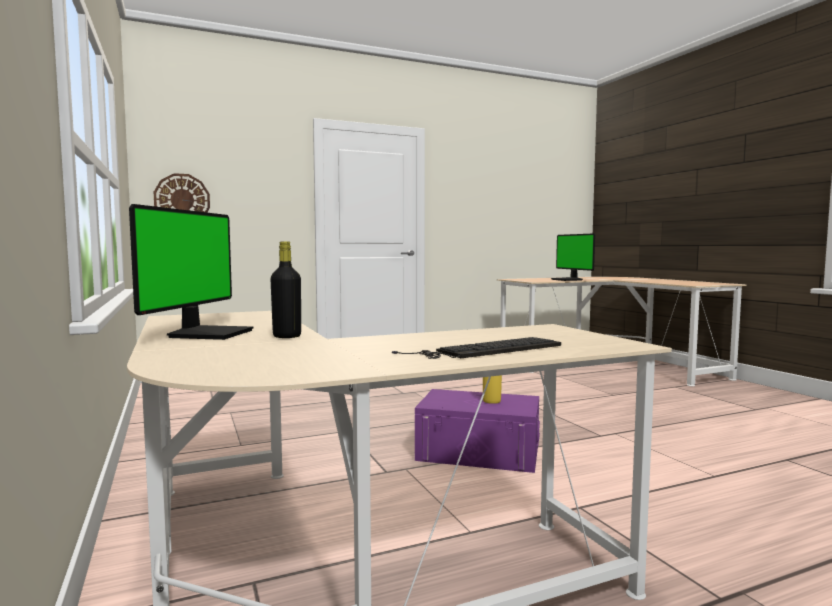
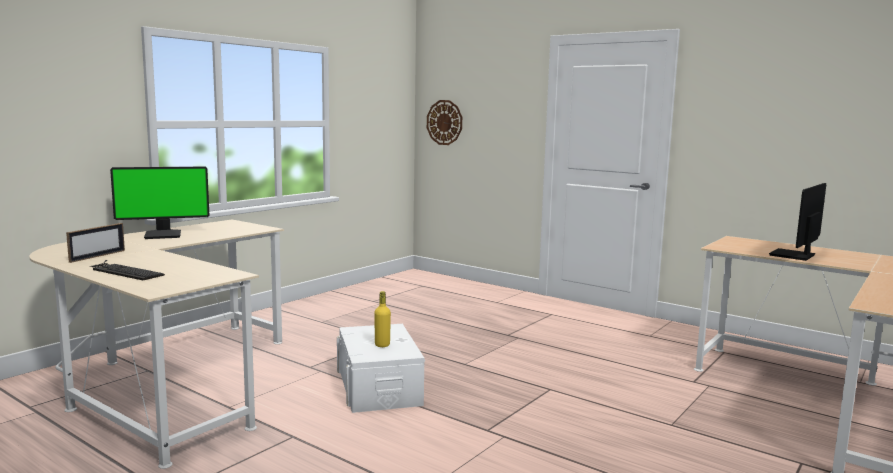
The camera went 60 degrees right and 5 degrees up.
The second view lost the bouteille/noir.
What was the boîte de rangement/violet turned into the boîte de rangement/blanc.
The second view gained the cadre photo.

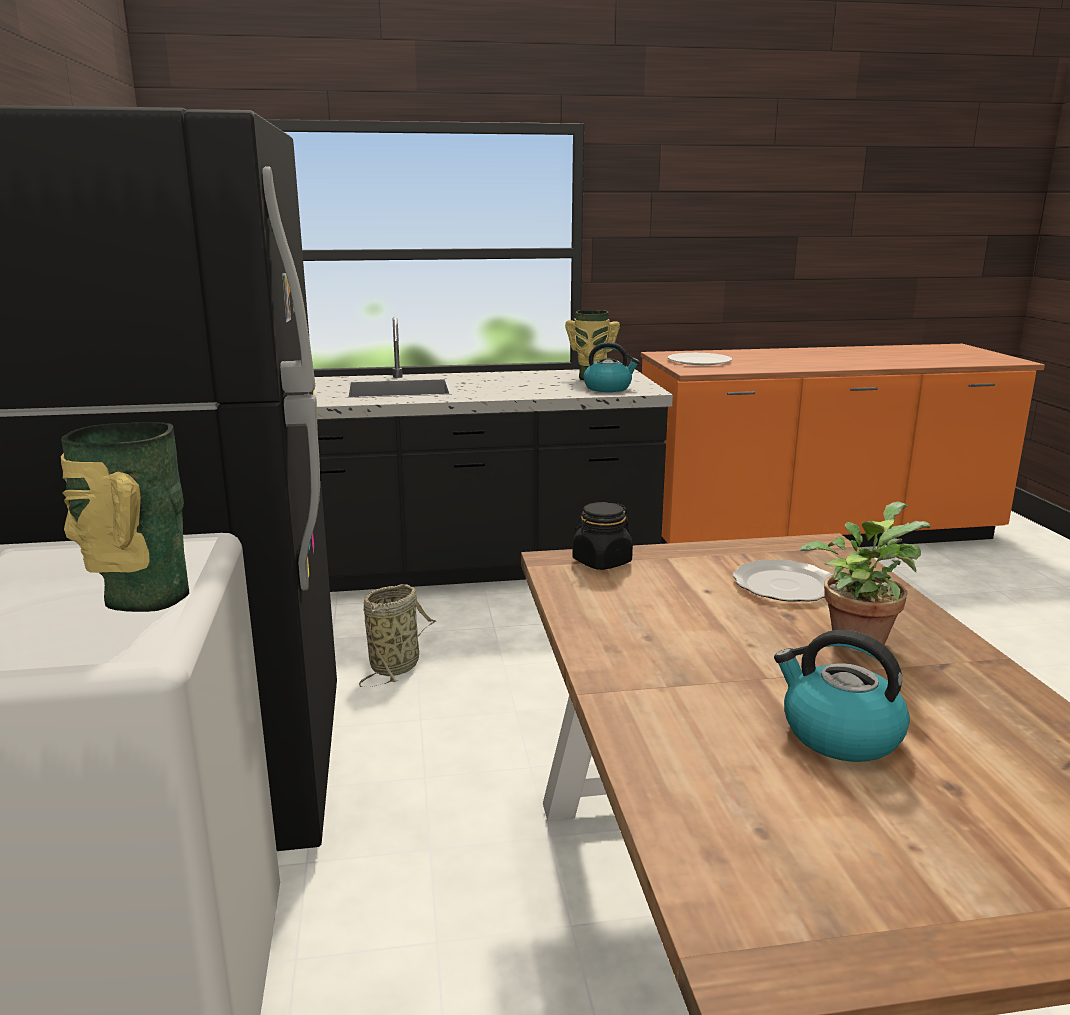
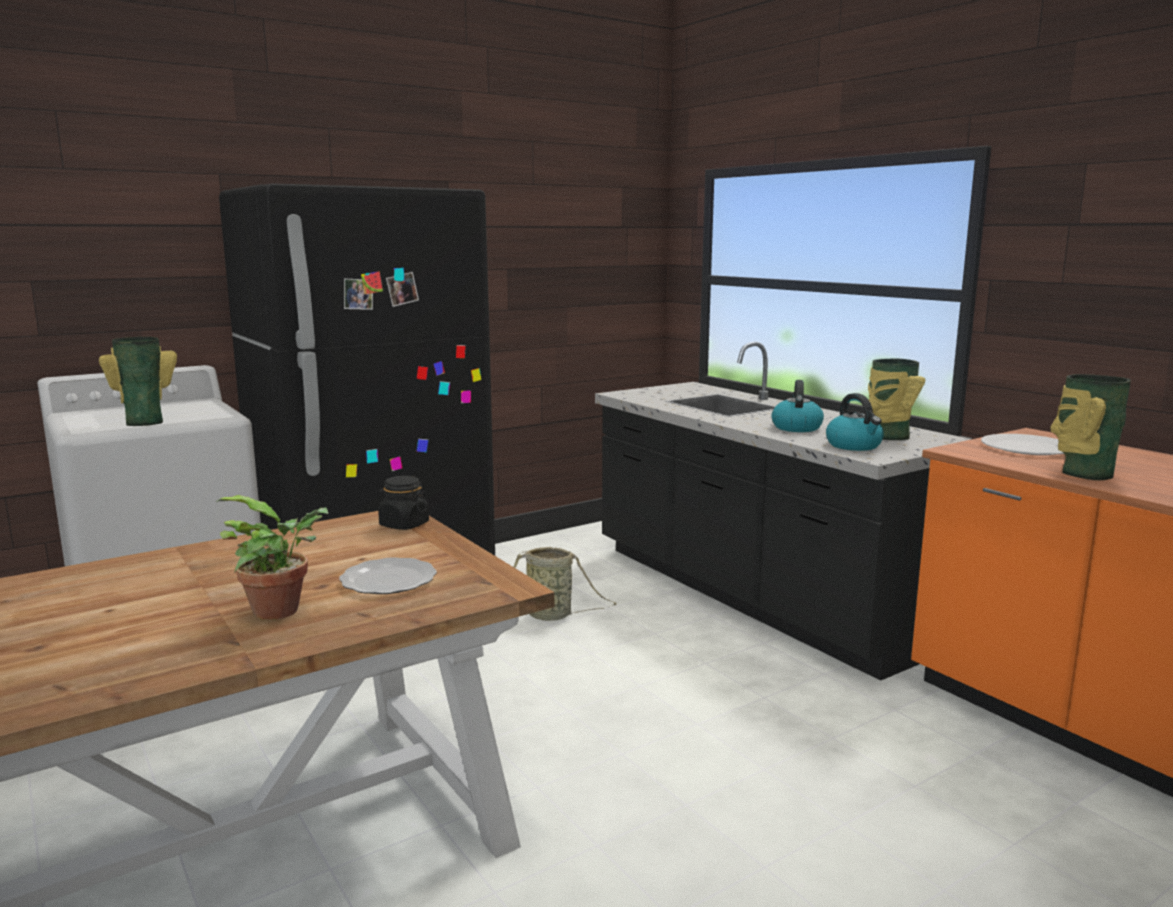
The camera went 65 degrees right and 5 degrees down.
The bouilloire (2nd from left in the first image) ended up elsewhere.
The second view gained the vase (3rd from left).

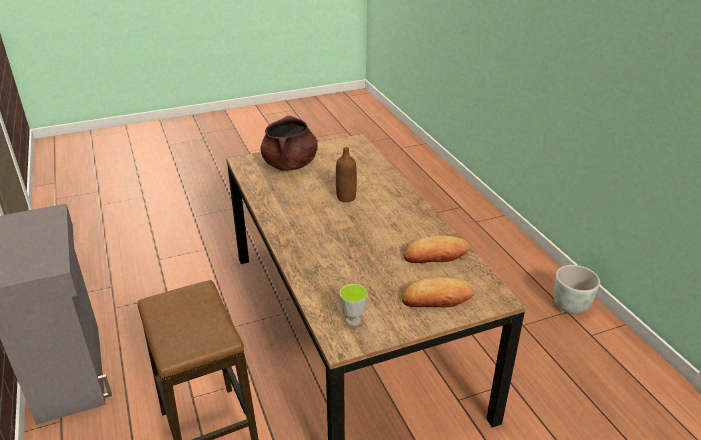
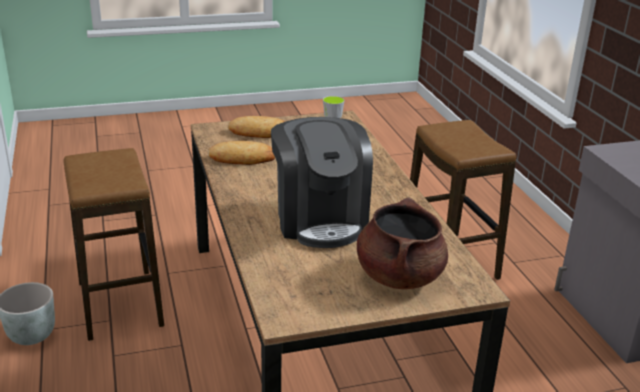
The camera went 175 degrees left and 5 degrees down.
Where the bouteille/marron stood, the machine à café came to stand.
The second view gained the tabouret (1st from left).

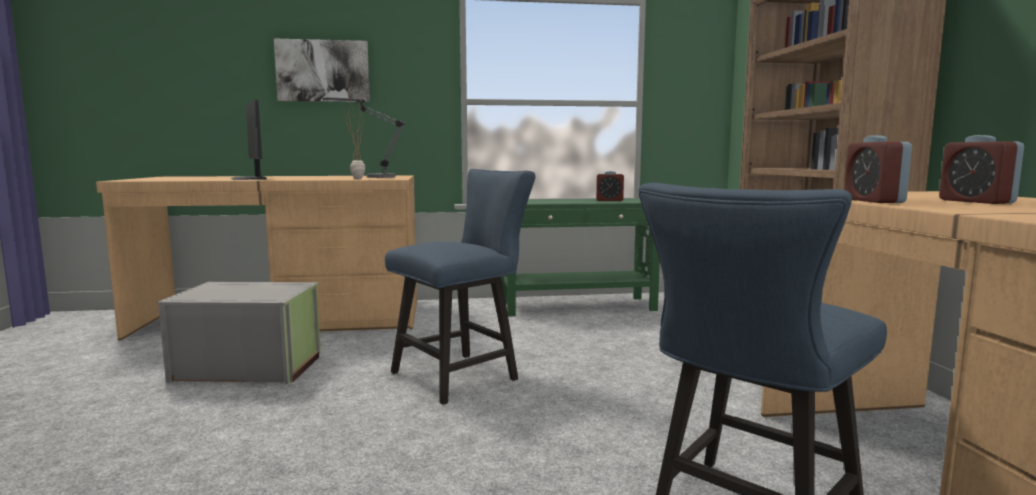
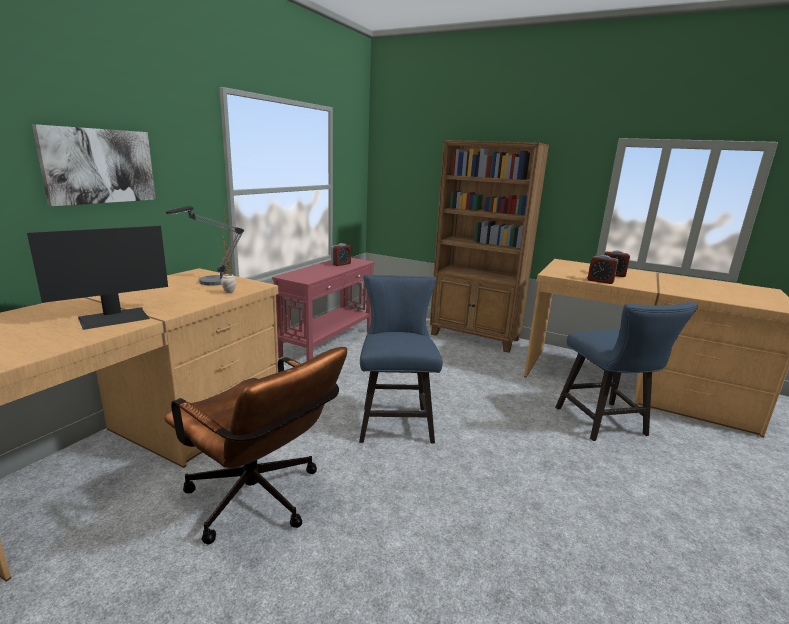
The camera went 55 degrees left and 10 degrees up.
Where the boîte de rangement/gris stood, the chaise de bureau/marron came to stand.
The écran d'ordinateur ended up facing another way, 45 degrees counterclockwise from before.
What was the table console/vert turned into the table console/rouge.

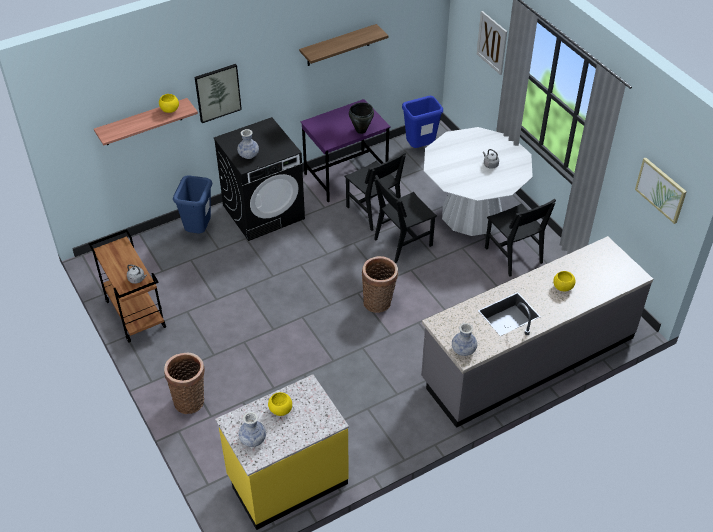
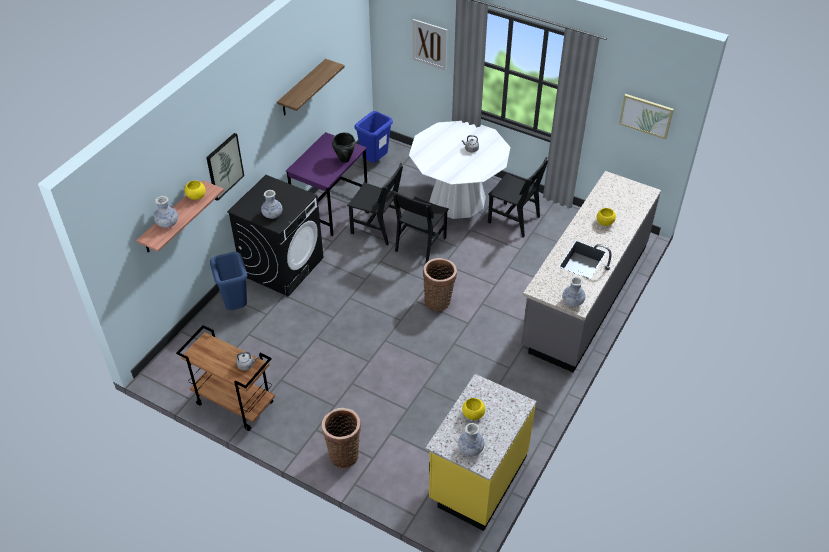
The camera went 30 degrees left and 0 degrees up.
The second view gained the vase (1st from left).

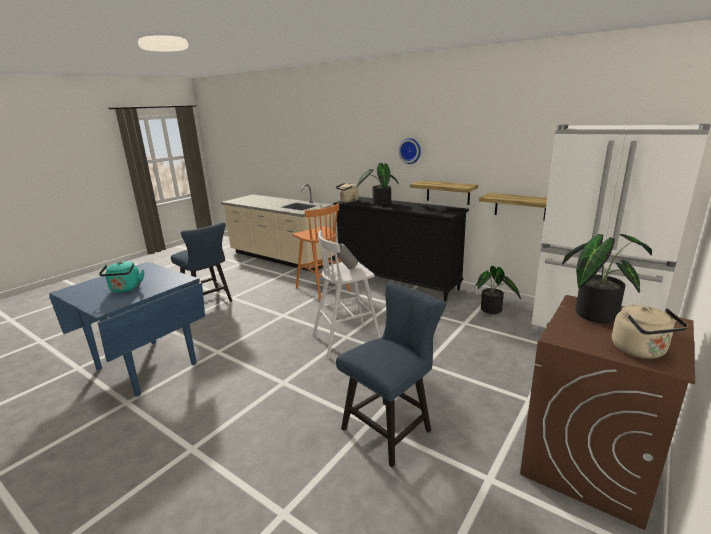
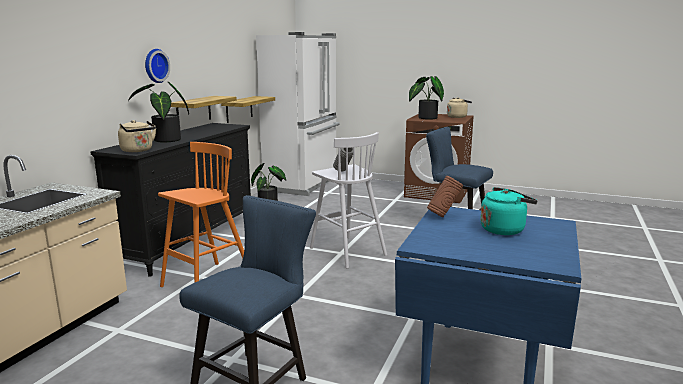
The camera went 105 degrees left and 5 degrees down.
The second view gained the vase/marron.

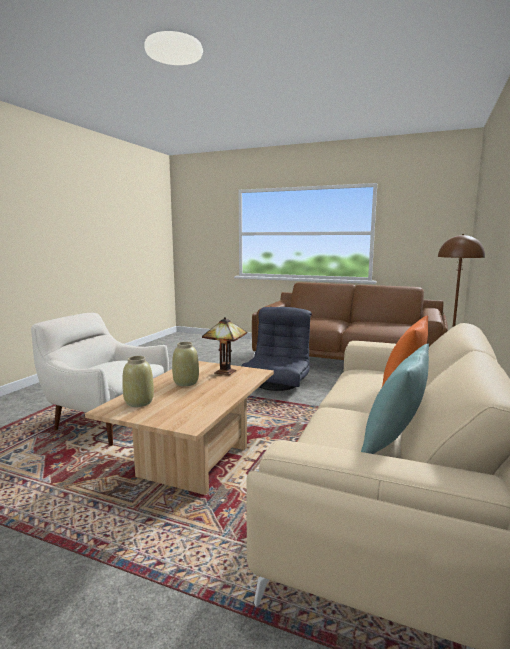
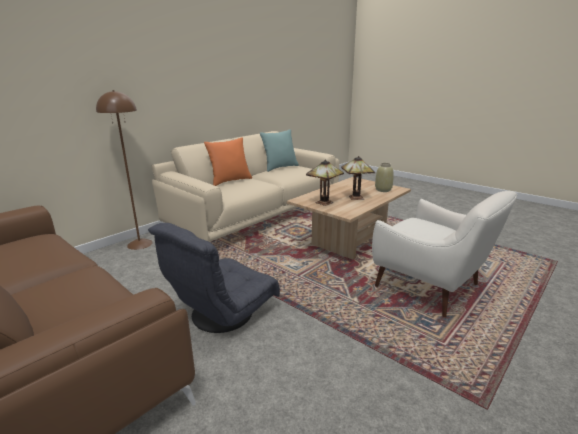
The camera went 160 degrees left and 10 degrees up.
Where the vase/beige (2nd from left) stood, the lampe de table (2nd from left) came to stand.

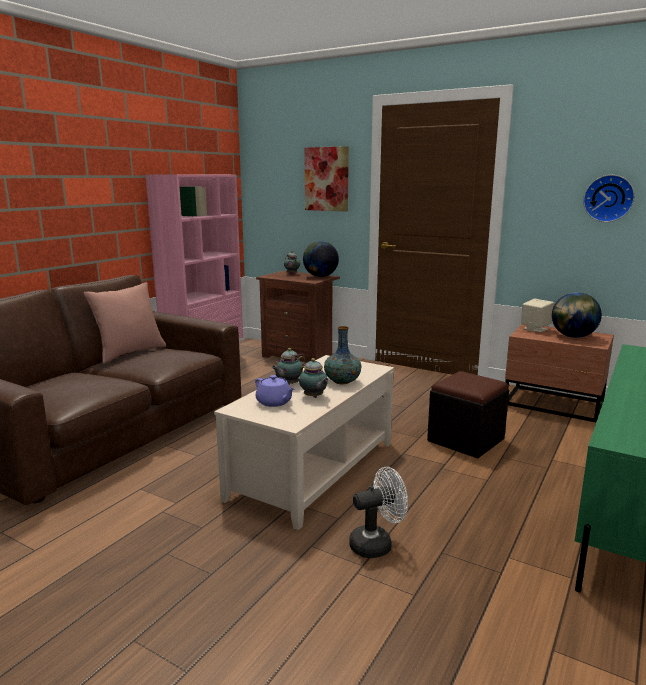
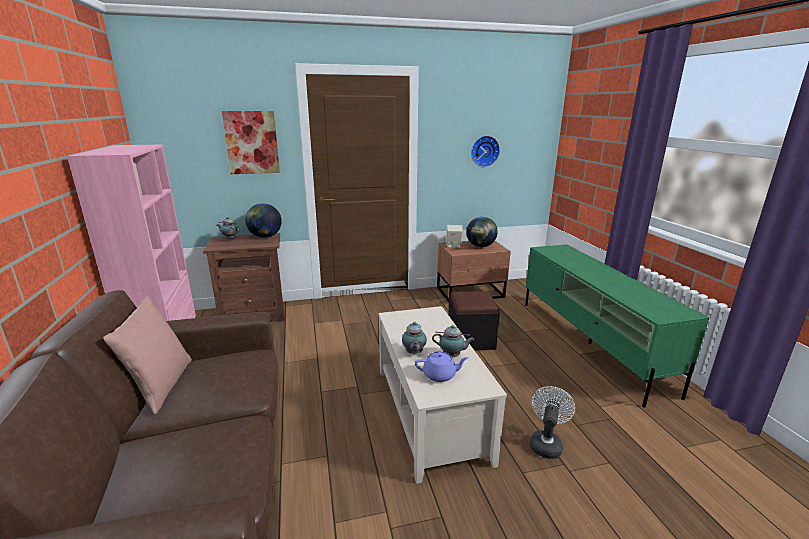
The camera went 45 degrees left and 5 degrees up.
The second view lost the vase.

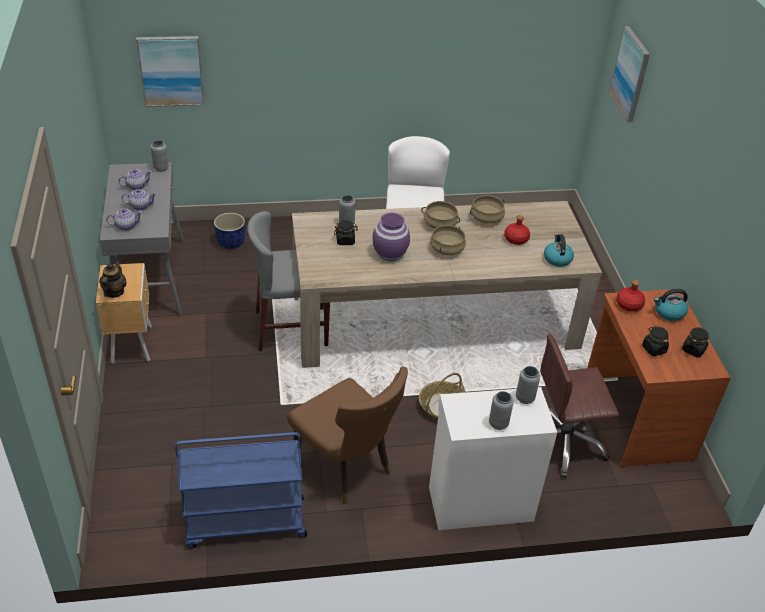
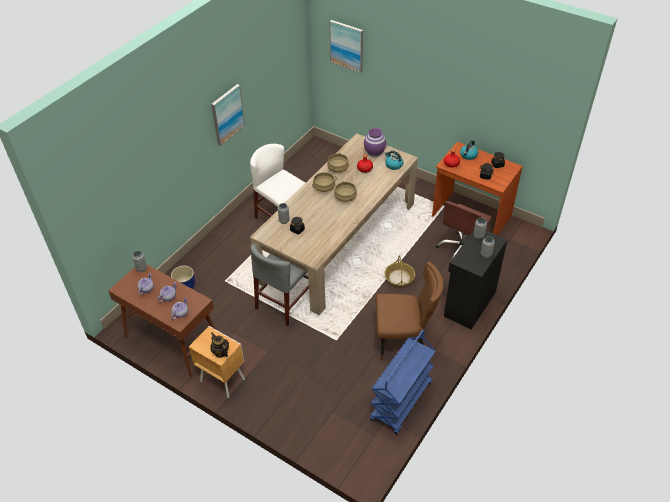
The camera went 45 degrees left and 5 degrees up.
What was the table console/gris turned into the table console/marron.
The tableau (1st from left) ended up elsewhere.
The vase/violet ended up elsewhere.
What was the meuble de rangement/blanc turned into the meuble de rangement/noir.

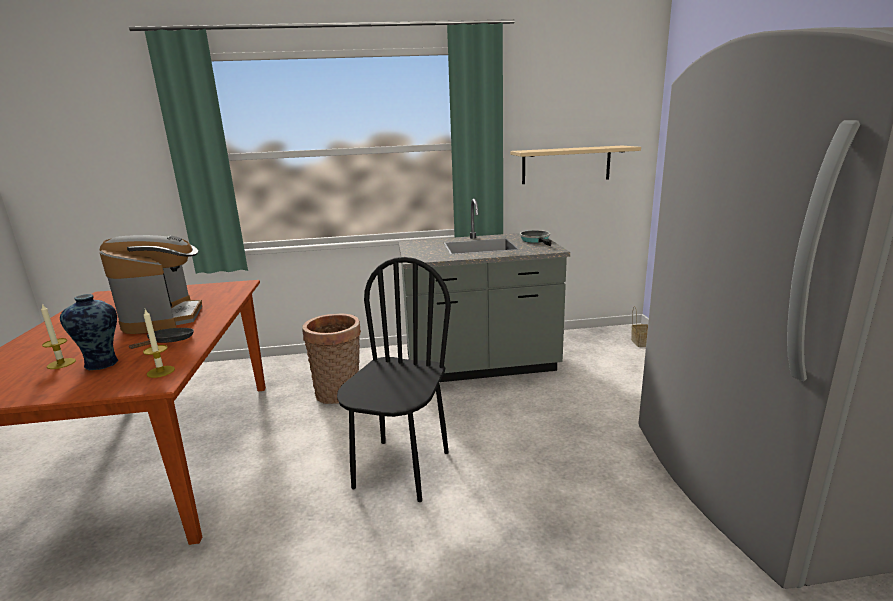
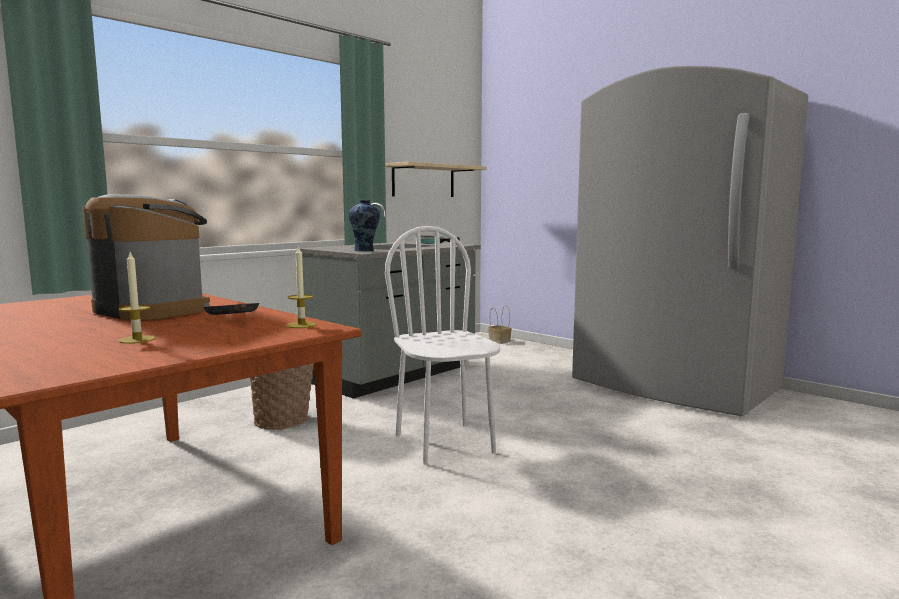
The camera went 40 degrees left and 10 degrees down.
The vase ended up elsewhere.
What was the chaise/noir turned into the chaise/blanc.

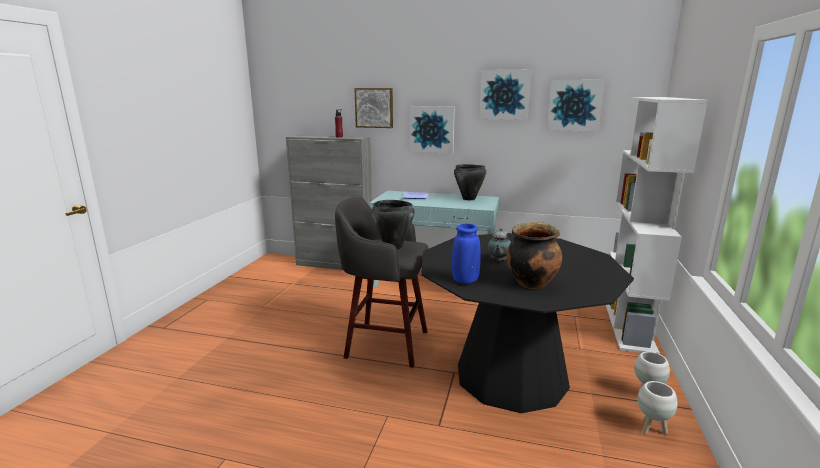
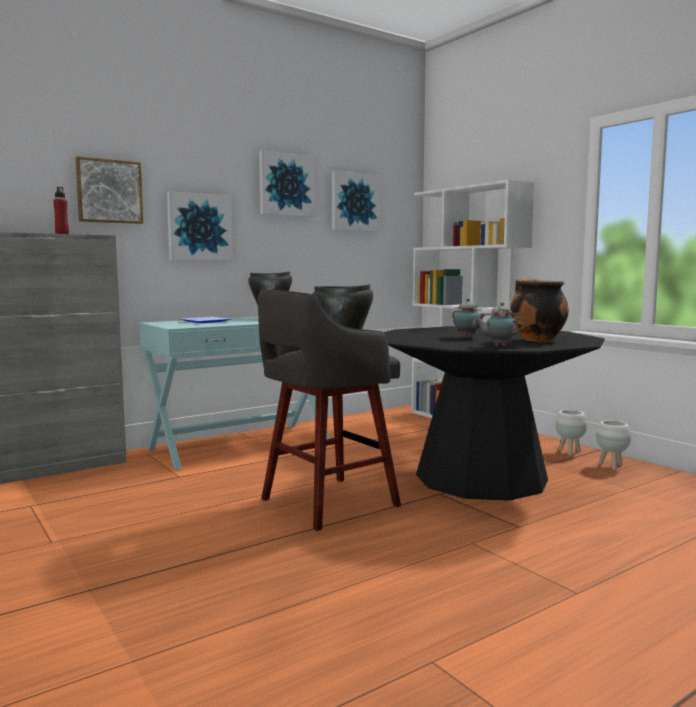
The camera went 50 degrees left and 10 degrees down.
Where the vase/bleu stood, the théière (2nd from left) came to stand.

